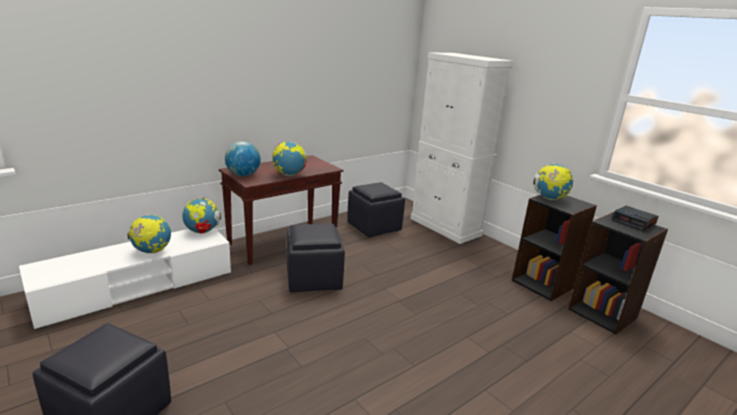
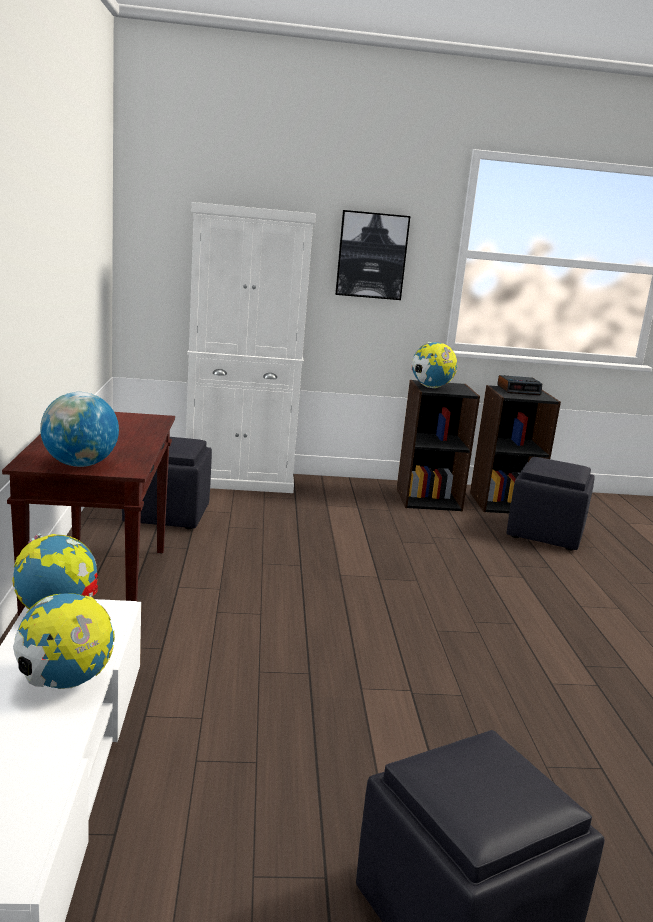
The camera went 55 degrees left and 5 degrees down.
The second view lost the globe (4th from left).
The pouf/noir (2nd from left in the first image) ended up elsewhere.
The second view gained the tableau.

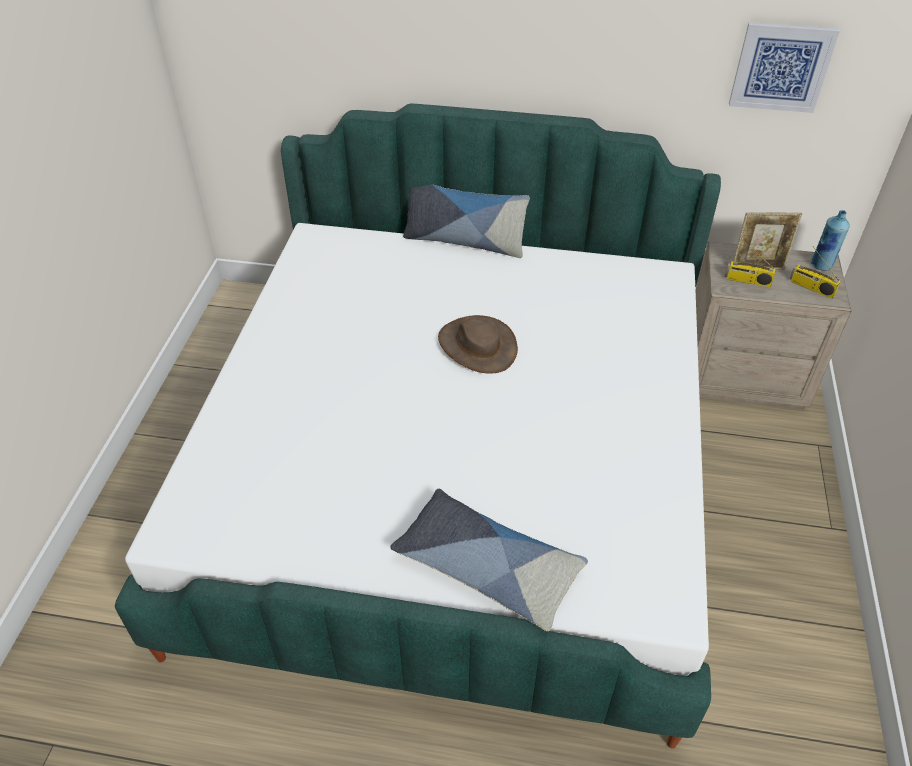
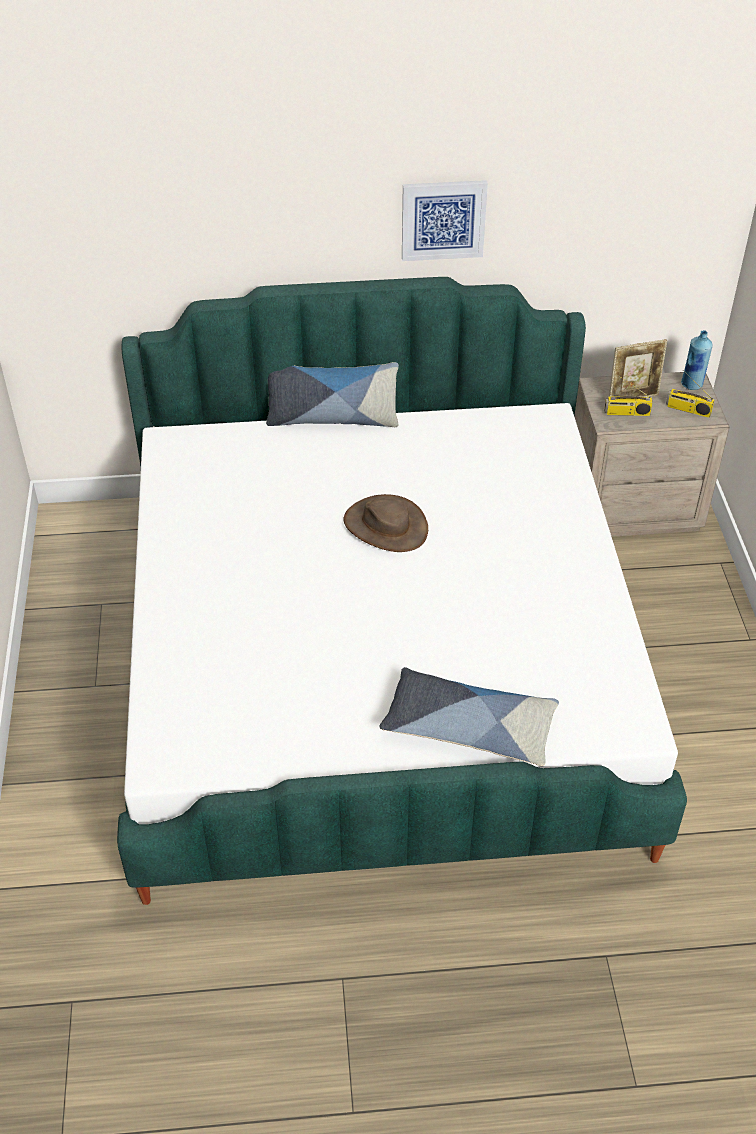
The camera went 15 degrees left and 0 degrees up.
The tableau ended up elsewhere.

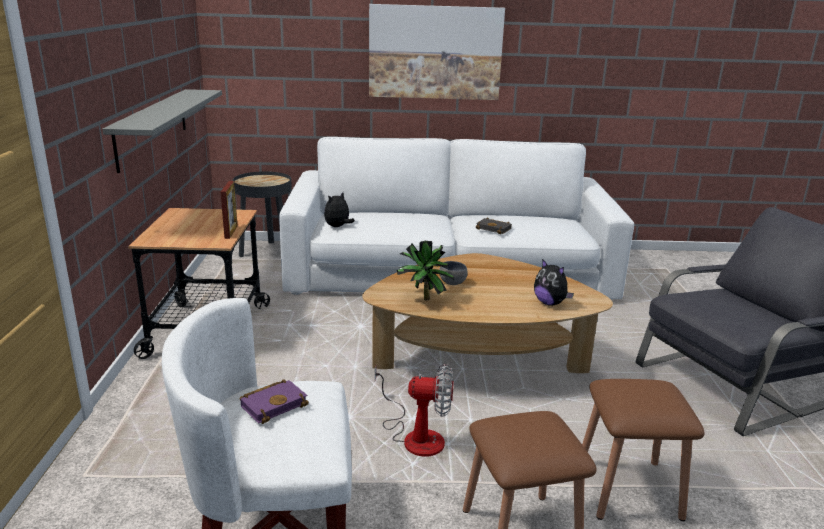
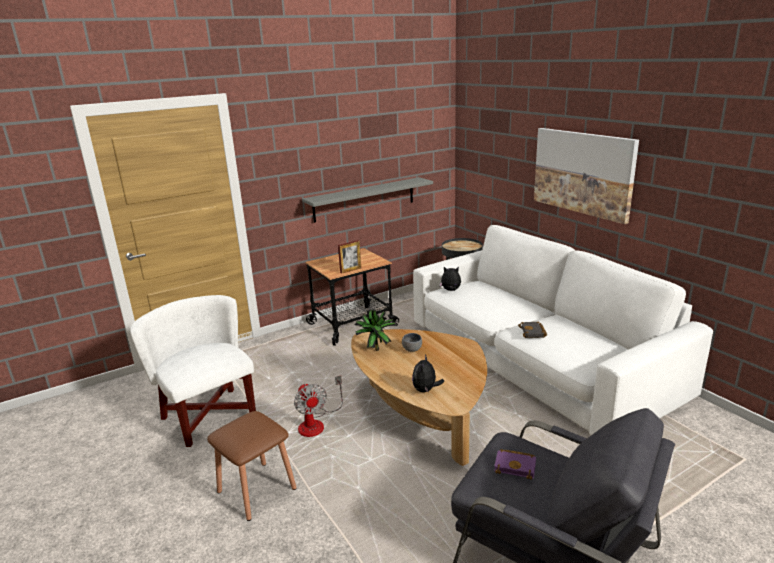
The camera went 60 degrees right and 0 degrees up.
The livre/violet ended up elsewhere.
The second view lost the tabouret/marron (2nd from left).

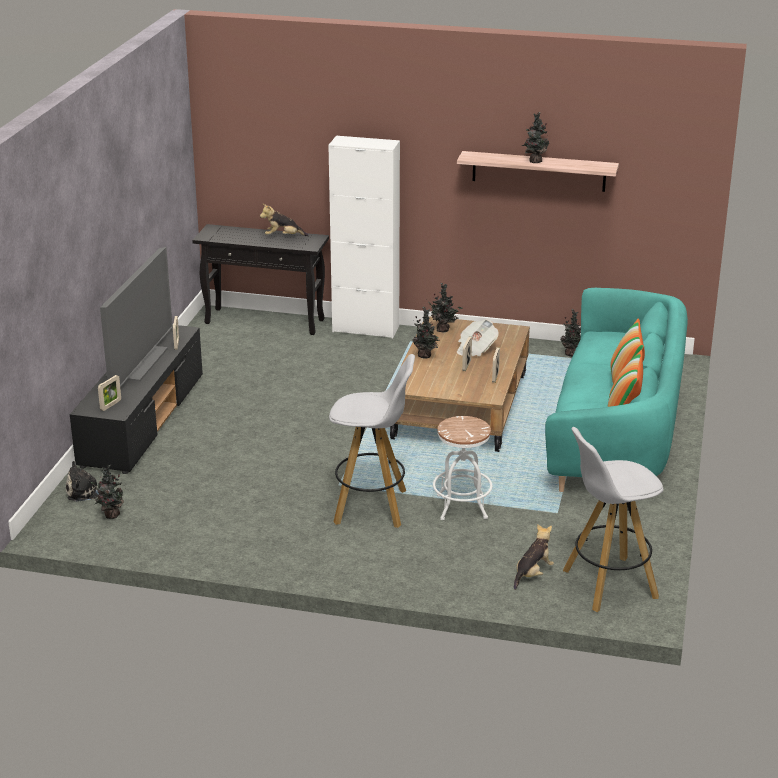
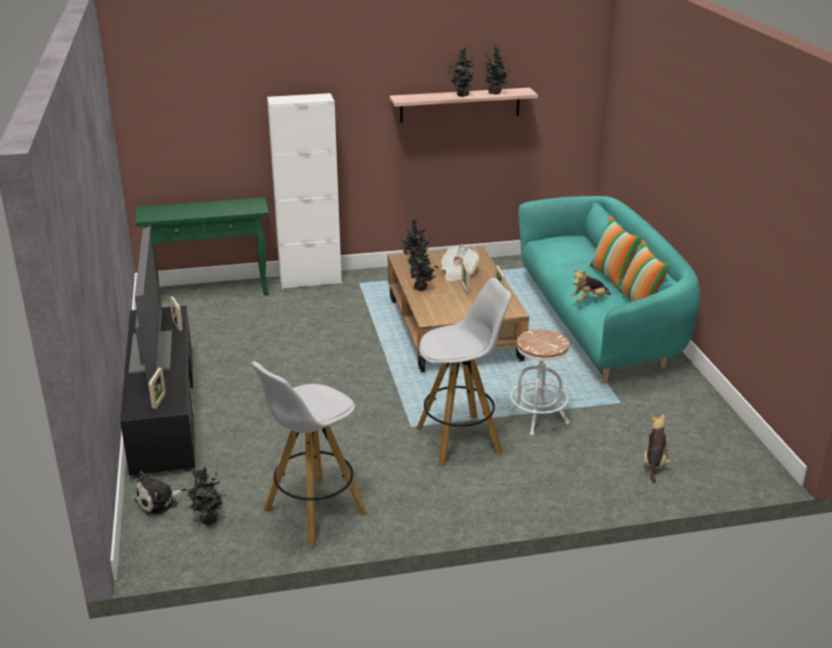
The camera went 25 degrees left and 0 degrees up.
What was the table console/noir turned into the table console/vert.
The peluche (2nd from left) ended up elsewhere.
The plante en pot (5th from left) ended up elsewhere.
The tabouret/blanc (3rd from left in the first image) ended up elsewhere.

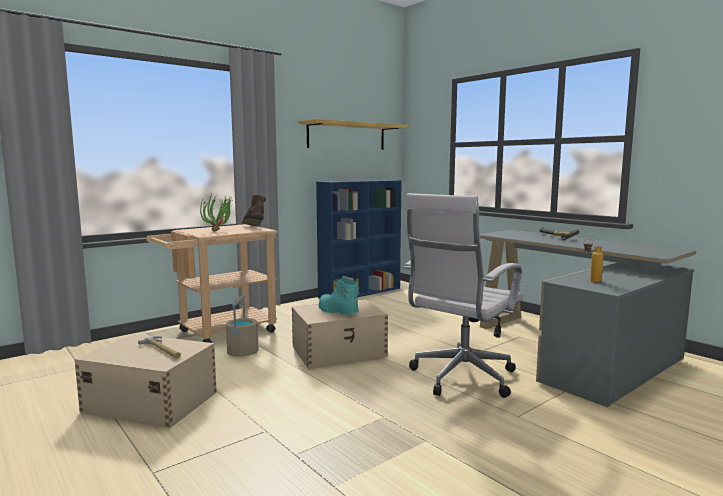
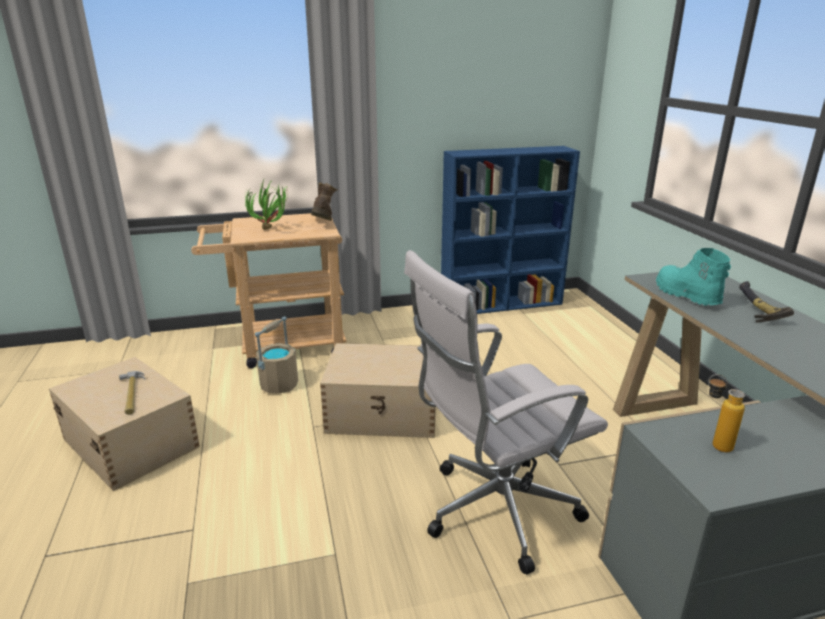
The camera went 25 degrees right and 15 degrees up.
The second view lost the étagère.
The botte/turquoise ended up elsewhere.

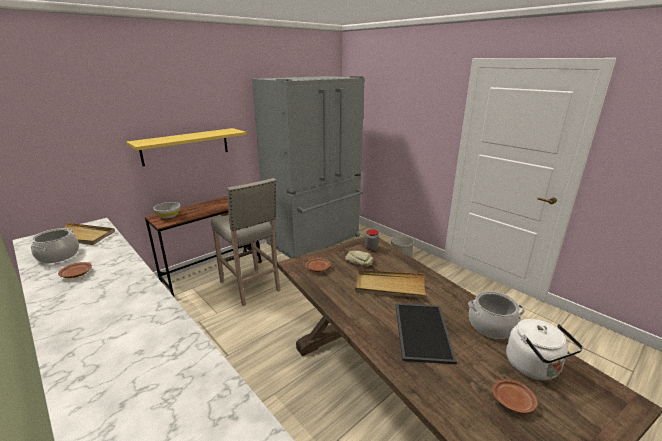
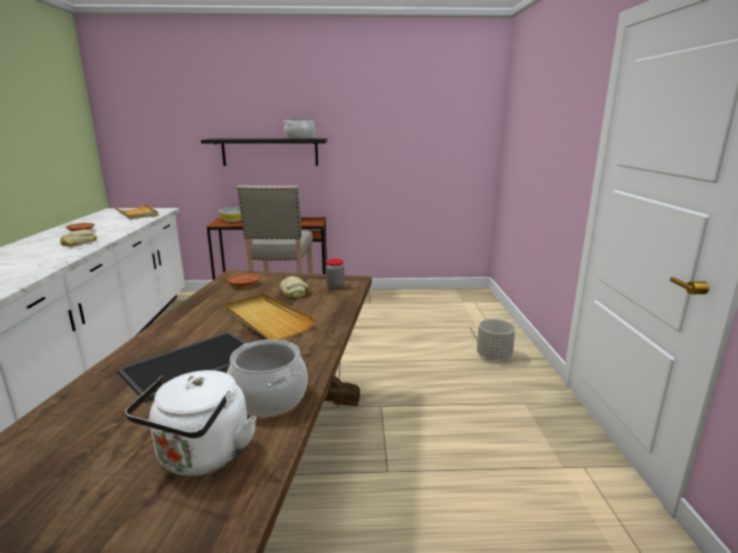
The camera went 40 degrees right and 5 degrees down.
The marmite (1st from left in the first image) ended up elsewhere.
What was the étagère/jaune turned into the étagère/noir.
The second view lost the réfrigérateur/gris.
The second view lost the assiette/marron (3rd from left).
The second view gained the pain (1st from left).

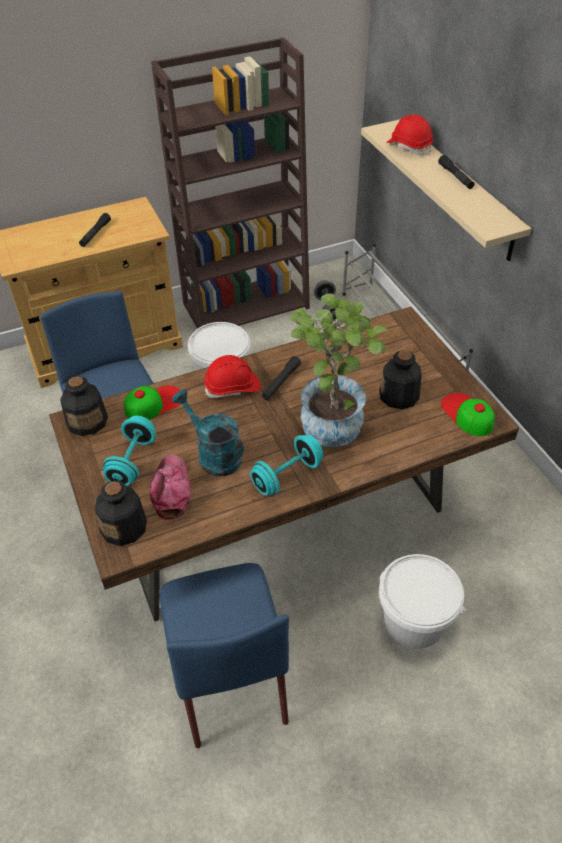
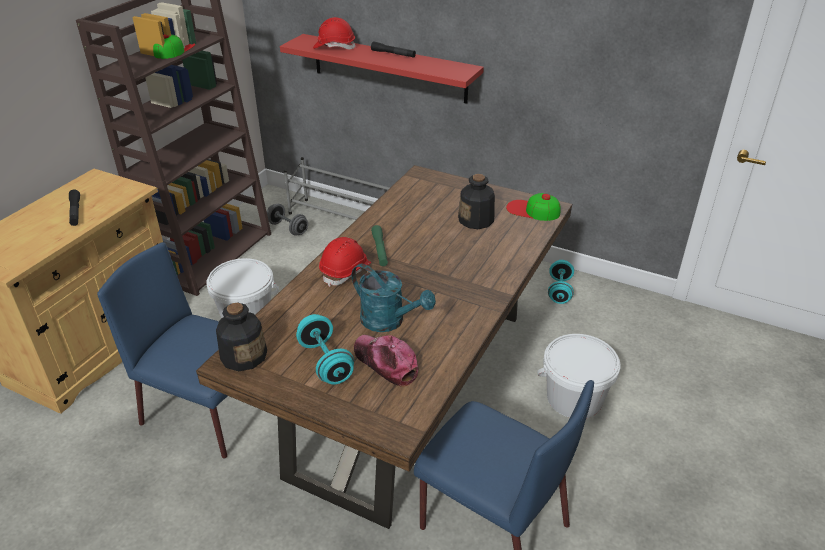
The camera went 40 degrees left and 10 degrees down.
The second view lost the bouteille (2nd from left).
The casquette (1st from left) ended up elsewhere.
The arrosoir/turquoise ended up facing another way, 150 degrees counterclockwise from before.
The haltère/turquoise (2nd from left) ended up elsewhere.
What was the lampe de poche/noir (2nd from left) turned into the lampe de poche/vert.
The second view lost the plante en pot.
What was the étagère/beige turned into the étagère/rouge.

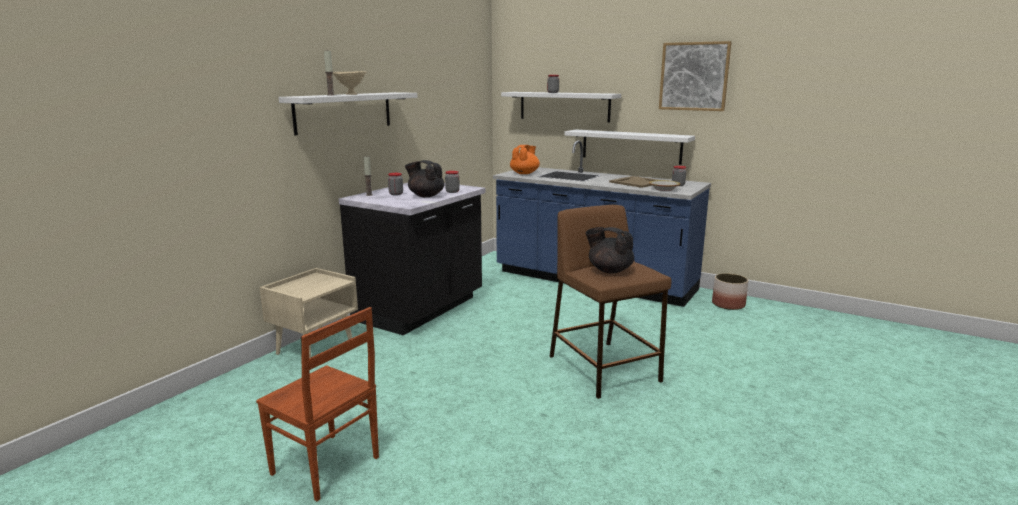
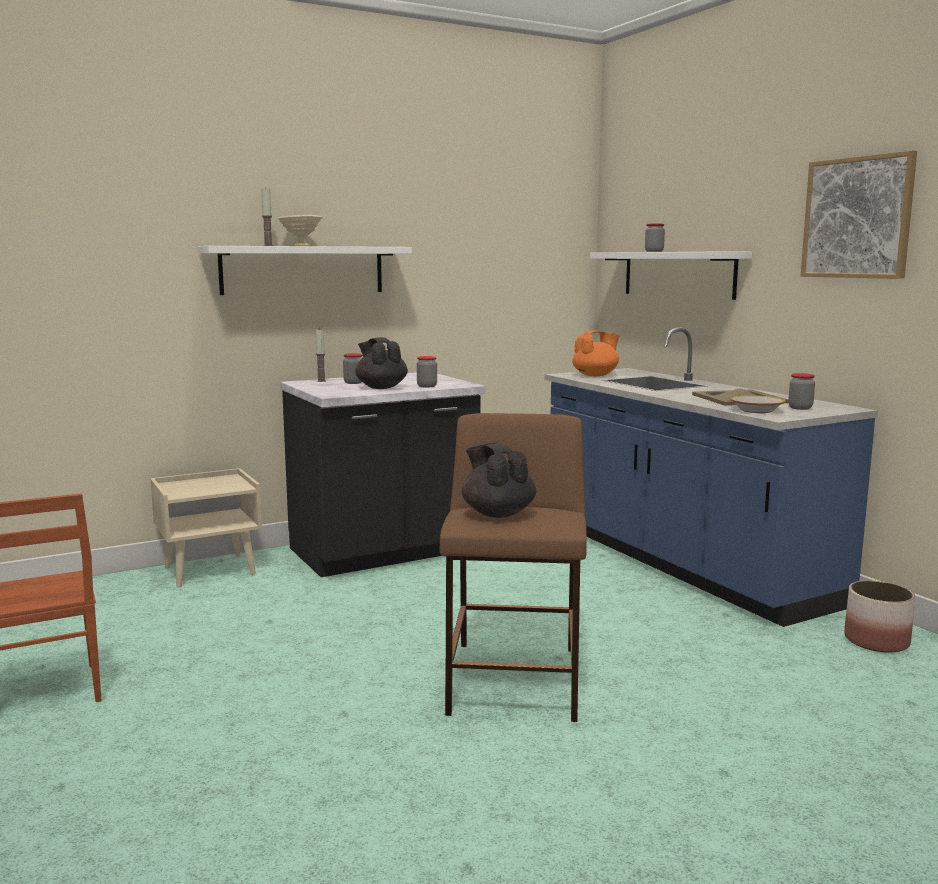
The camera went 30 degrees right and 5 degrees down.
The second view lost the étagère/blanc (3rd from left).

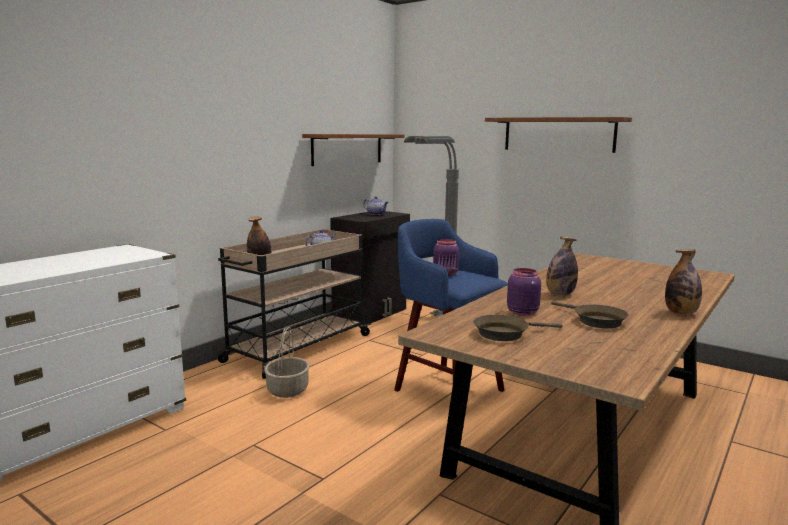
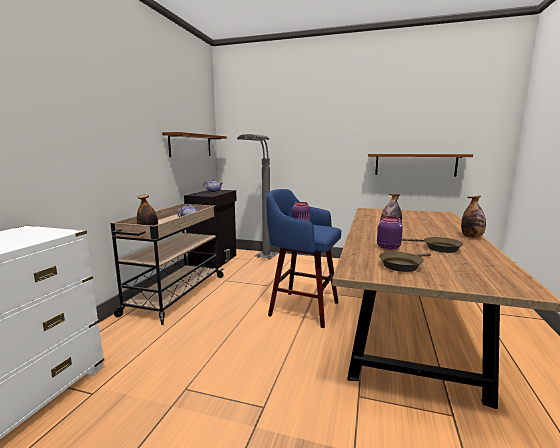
The camera went 20 degrees left and 0 degrees up.
The second view lost the panier.
The étagère/marron (2nd from left) ended up elsewhere.

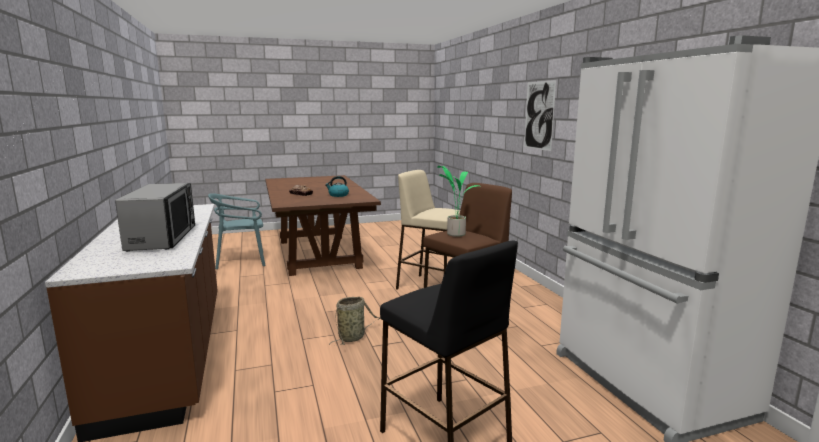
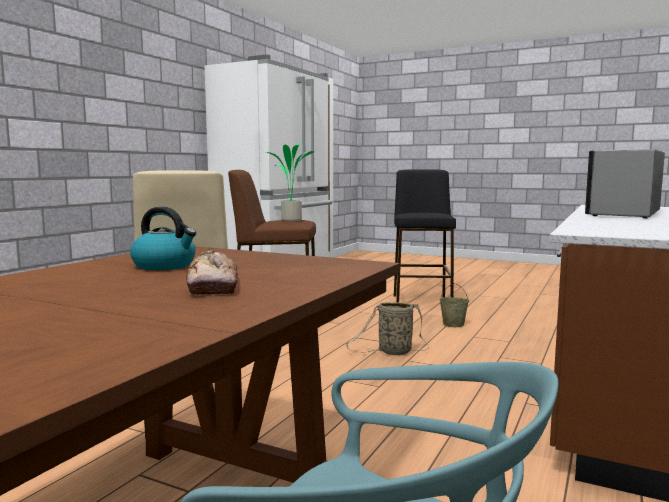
The camera went 135 degrees left and 5 degrees down.
The second view lost the tableau.
The second view gained the seau/beige.

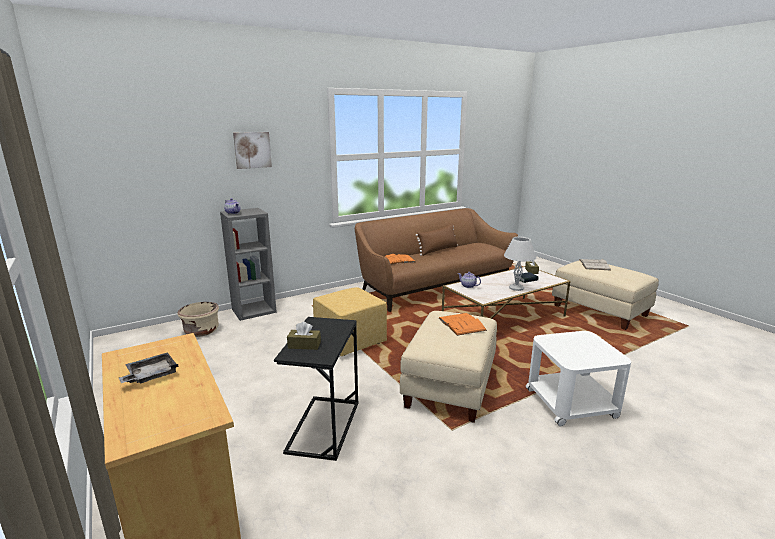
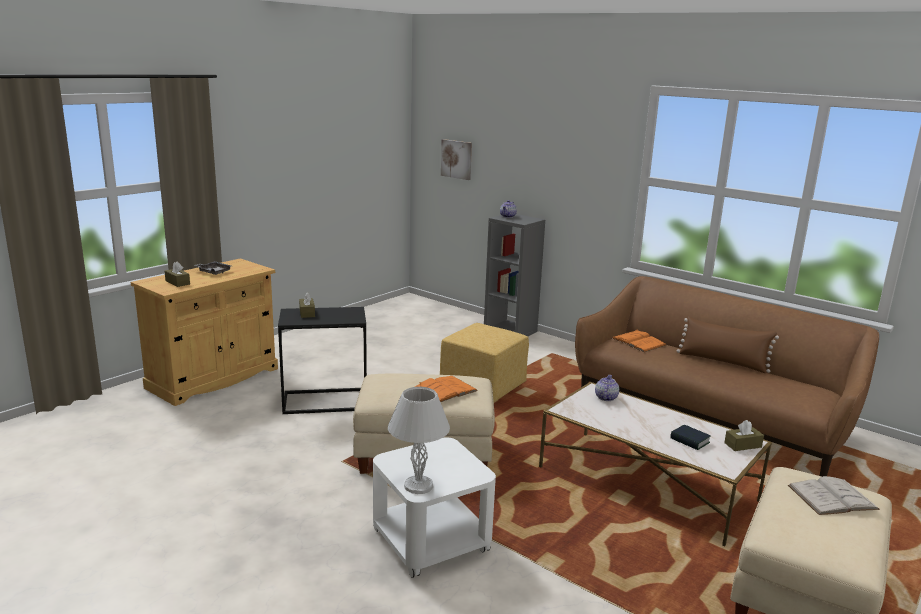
The camera went 70 degrees right and 0 degrees up.
The second view lost the cache-pot/beige.
The tableau ended up elsewhere.
The lampe de table/blanc ended up elsewhere.
The second view gained the boîte à mouchoirs/marron (1st from left).

